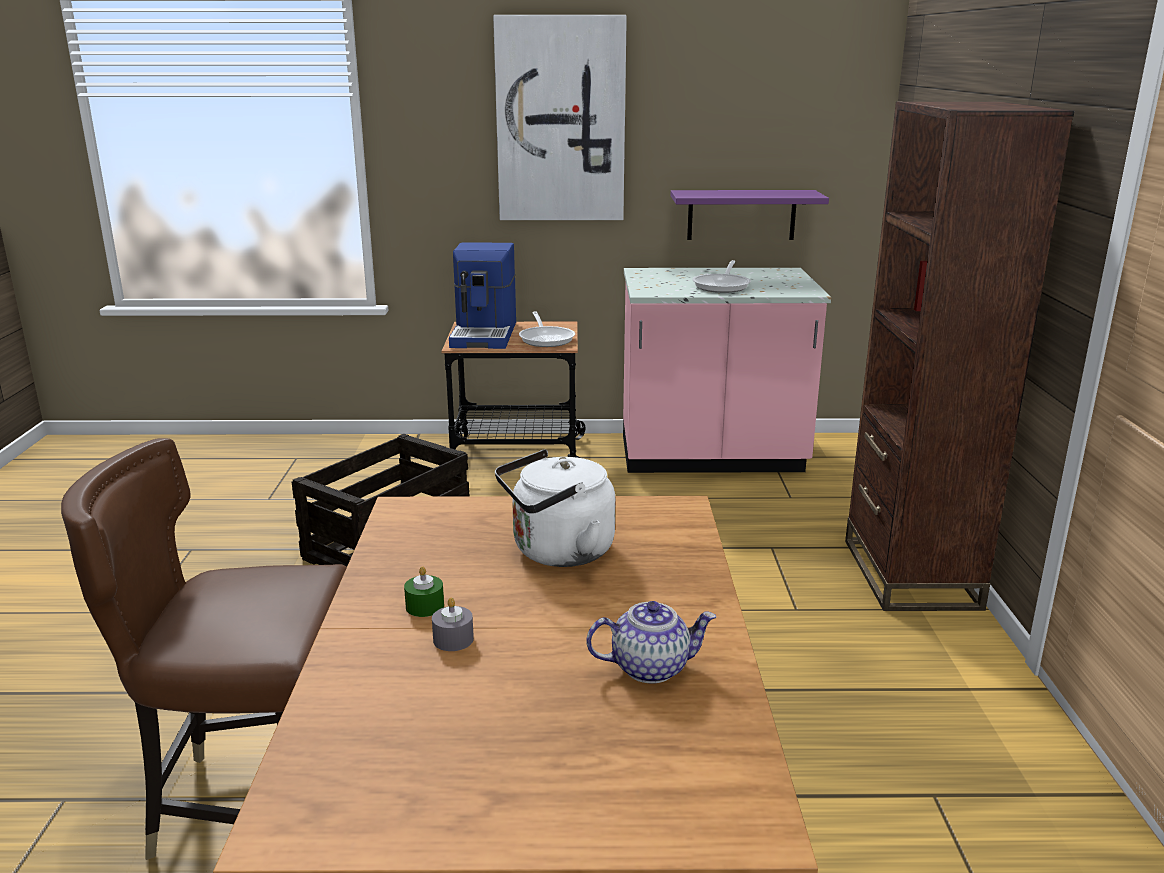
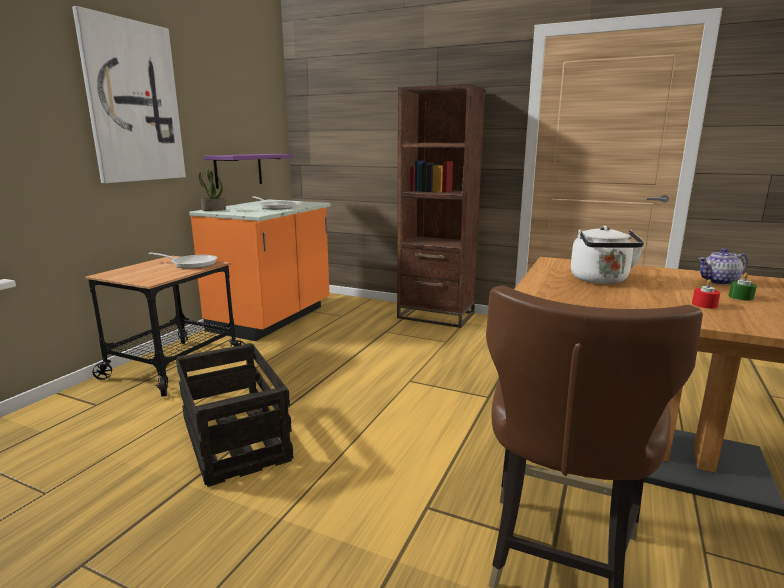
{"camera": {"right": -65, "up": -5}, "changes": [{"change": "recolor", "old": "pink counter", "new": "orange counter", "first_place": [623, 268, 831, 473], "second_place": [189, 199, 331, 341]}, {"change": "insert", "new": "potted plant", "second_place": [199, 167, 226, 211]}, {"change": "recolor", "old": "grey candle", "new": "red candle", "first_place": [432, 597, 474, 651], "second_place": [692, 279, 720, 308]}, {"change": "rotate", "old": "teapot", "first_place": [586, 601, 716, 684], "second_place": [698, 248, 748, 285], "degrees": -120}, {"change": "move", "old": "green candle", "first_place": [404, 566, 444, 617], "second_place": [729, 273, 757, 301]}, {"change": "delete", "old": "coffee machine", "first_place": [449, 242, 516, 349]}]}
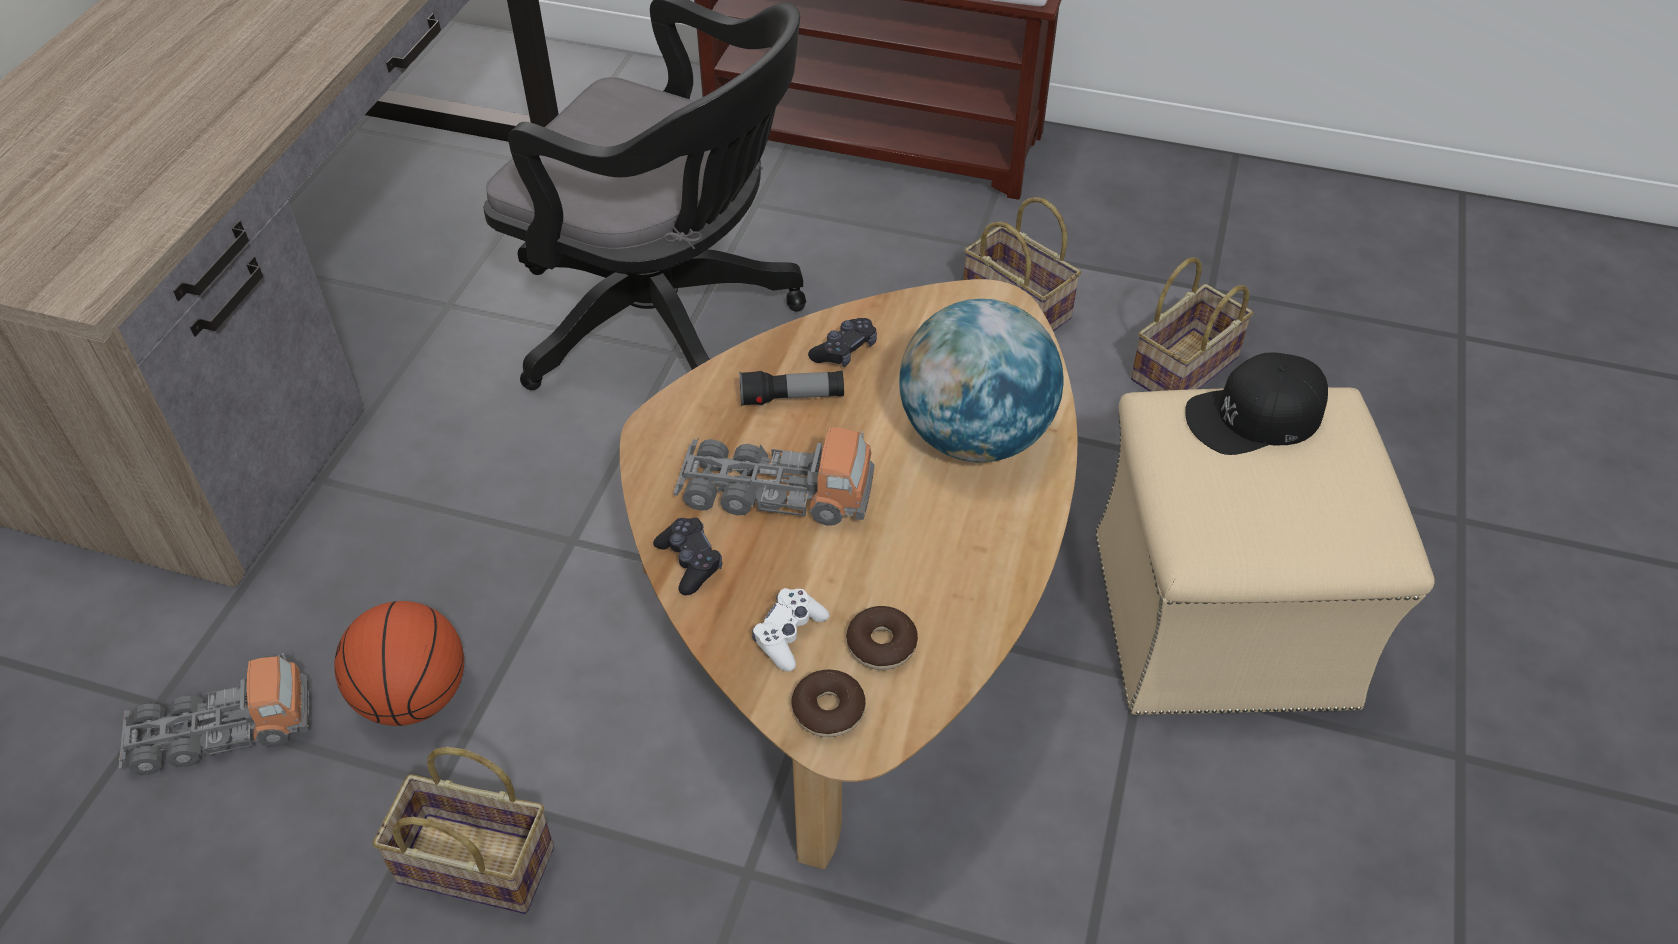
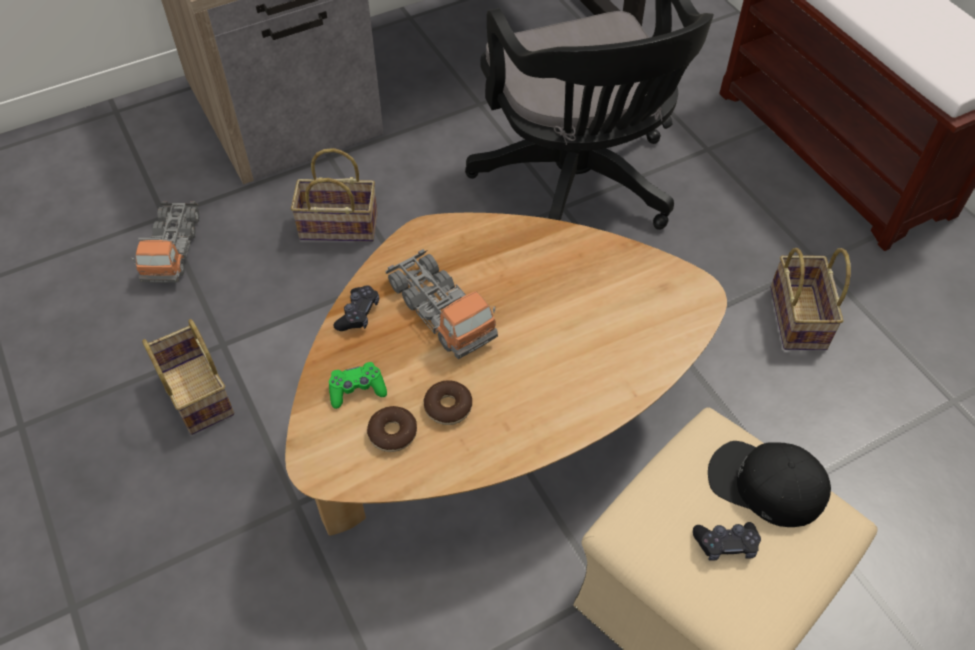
{"camera": {"right": 45, "up": 5}, "changes": [{"change": "rotate", "old": "toy truck", "first_place": [119, 652, 309, 775], "second_place": [132, 201, 199, 283], "degrees": 60}, {"change": "move", "old": "basket", "first_place": [1131, 257, 1253, 392], "second_place": [291, 148, 378, 242]}, {"change": "recolor", "old": "white game controller", "new": "green game controller", "first_place": [752, 588, 830, 672], "second_place": [329, 362, 387, 409]}, {"change": "move", "old": "donut", "first_place": [791, 670, 866, 737], "second_place": [423, 380, 472, 425]}, {"change": "move", "old": "black game controller", "first_place": [808, 318, 877, 367], "second_place": [693, 522, 761, 561]}, {"change": "delete", "old": "basketball", "first_place": [334, 601, 464, 726]}, {"change": "delete", "old": "flashlight", "first_place": [739, 371, 844, 406]}, {"change": "delete", "old": "globe", "first_place": [899, 299, 1064, 462]}]}
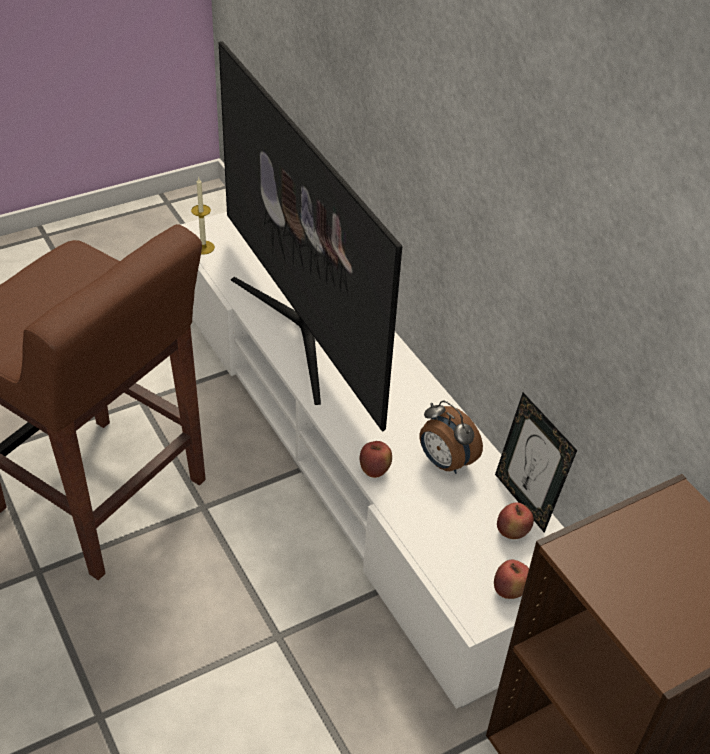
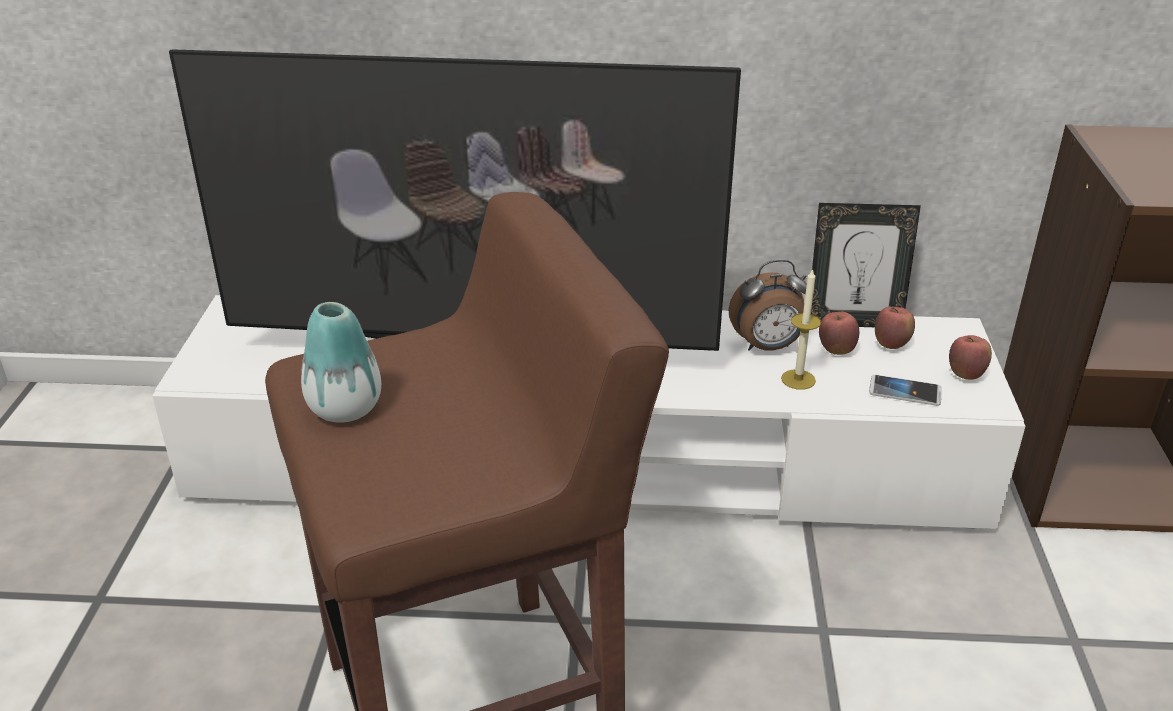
{"camera": {"right": -55, "up": -10}, "changes": [{"change": "insert", "new": "vase", "second_place": [301, 302, 381, 423]}, {"change": "move", "old": "candle", "first_place": [191, 178, 215, 255], "second_place": [781, 268, 821, 390]}, {"change": "move", "old": "apple", "first_place": [360, 441, 392, 478], "second_place": [819, 312, 859, 355]}, {"change": "insert", "new": "phone", "second_place": [869, 375, 942, 406]}]}
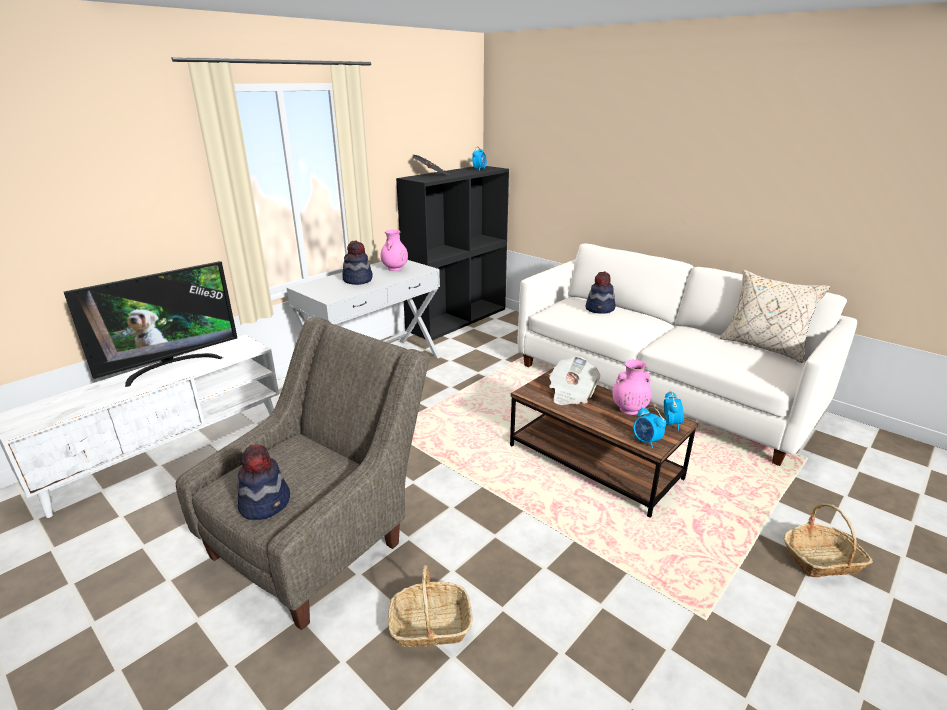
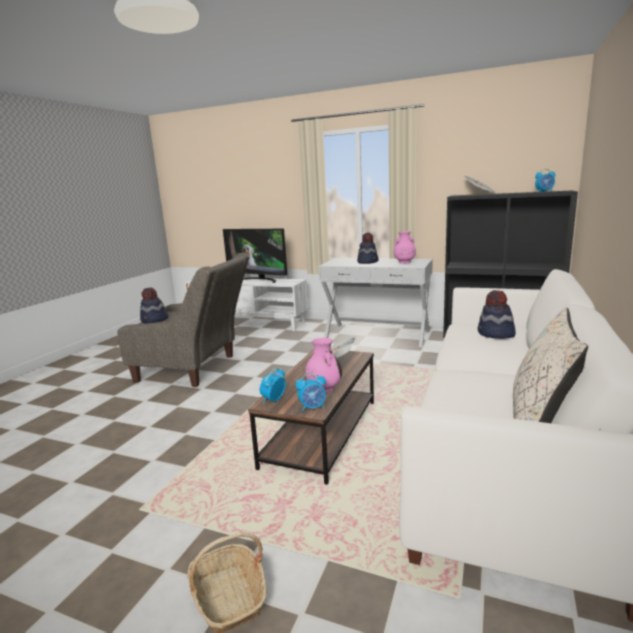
{"camera": {"right": 70, "up": -10}, "changes": [{"change": "delete", "old": "basket", "first_place": [388, 565, 473, 647]}]}
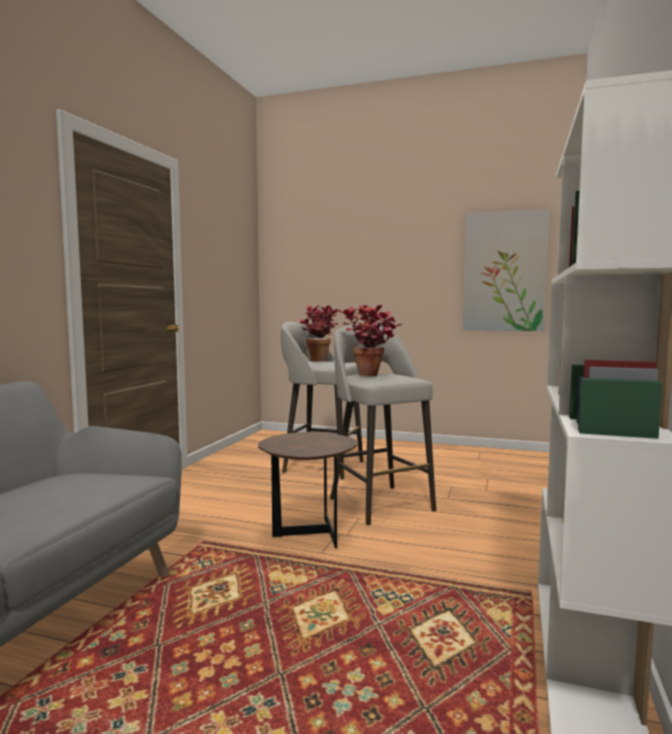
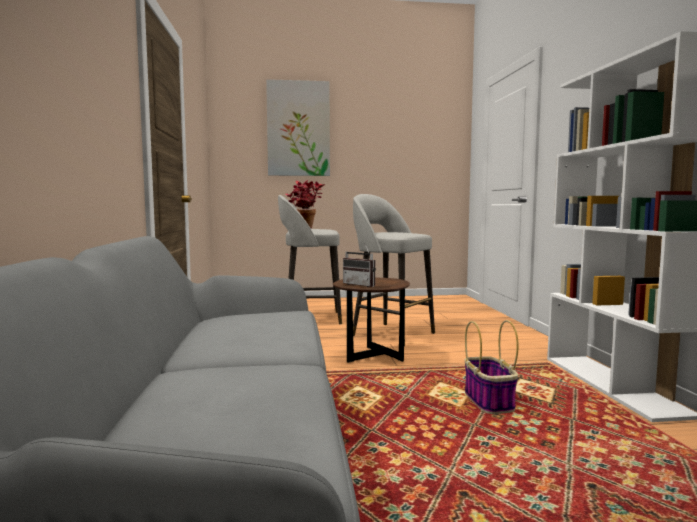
{"camera": {"right": -25, "up": 0}, "changes": [{"change": "move", "old": "picture", "first_place": [463, 209, 550, 331], "second_place": [266, 79, 330, 176]}, {"change": "insert", "new": "radio", "second_place": [343, 243, 376, 287]}, {"change": "insert", "new": "basket", "second_place": [465, 320, 519, 414]}, {"change": "delete", "old": "potted plant", "first_place": [339, 305, 402, 376]}]}
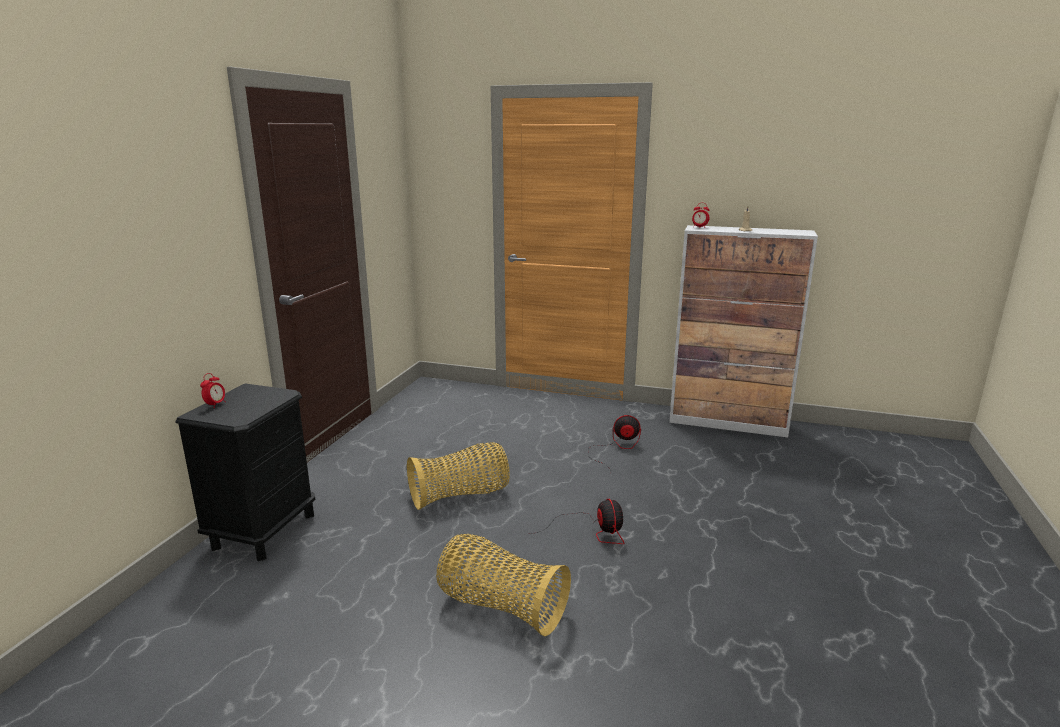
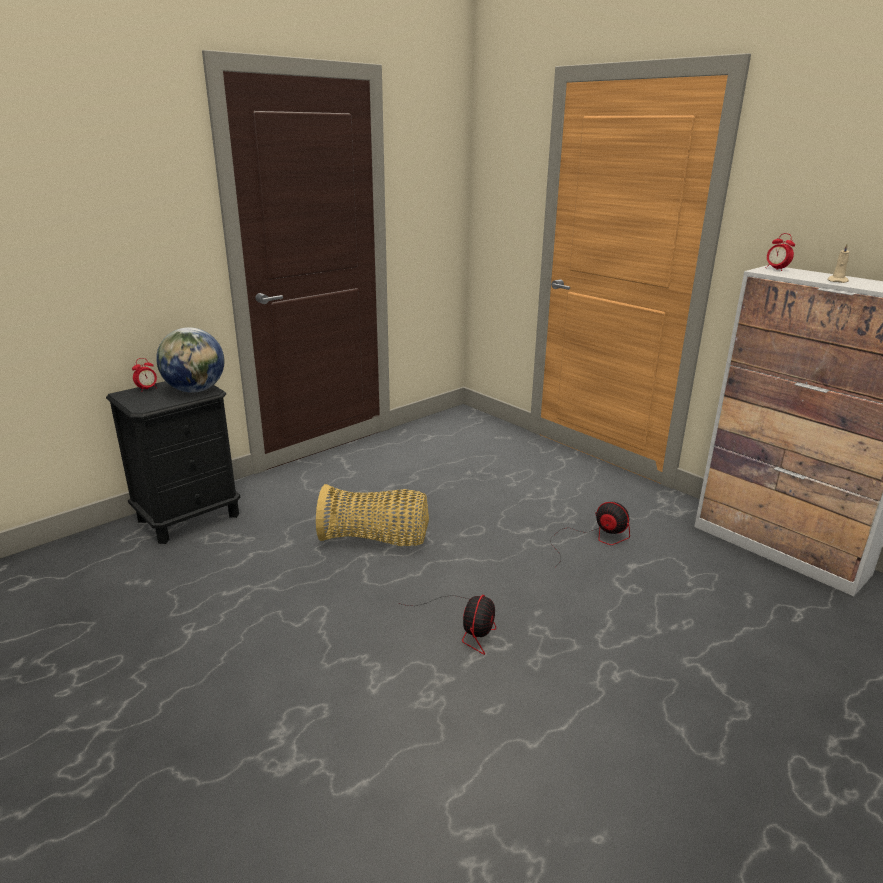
{"camera": {"right": 30, "up": 5}, "changes": [{"change": "insert", "new": "globe", "second_place": [156, 327, 225, 393]}, {"change": "delete", "old": "basket", "first_place": [436, 534, 571, 636]}]}
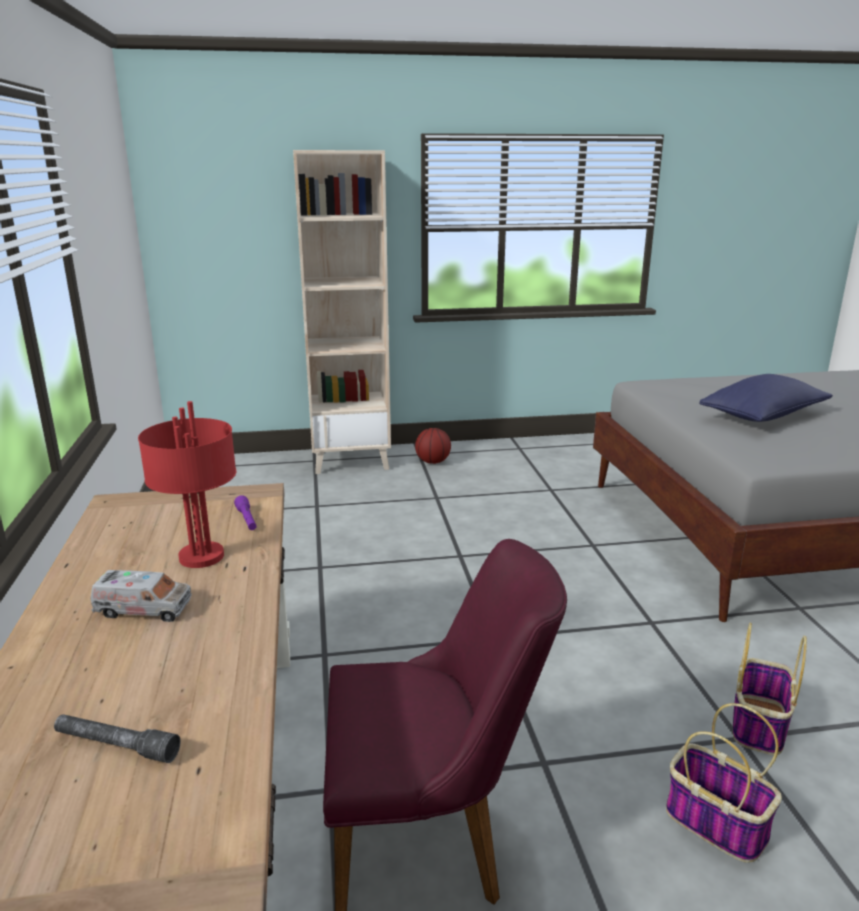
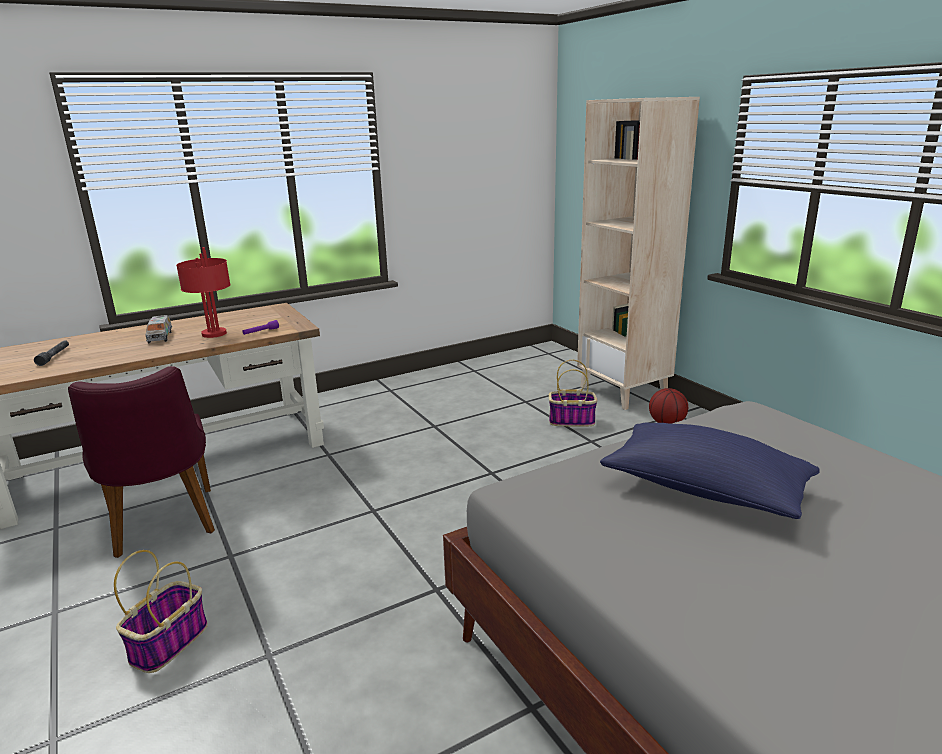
{"camera": {"right": 70, "up": 0}, "changes": [{"change": "move", "old": "basket", "first_place": [733, 622, 807, 755], "second_place": [549, 360, 597, 426]}]}
